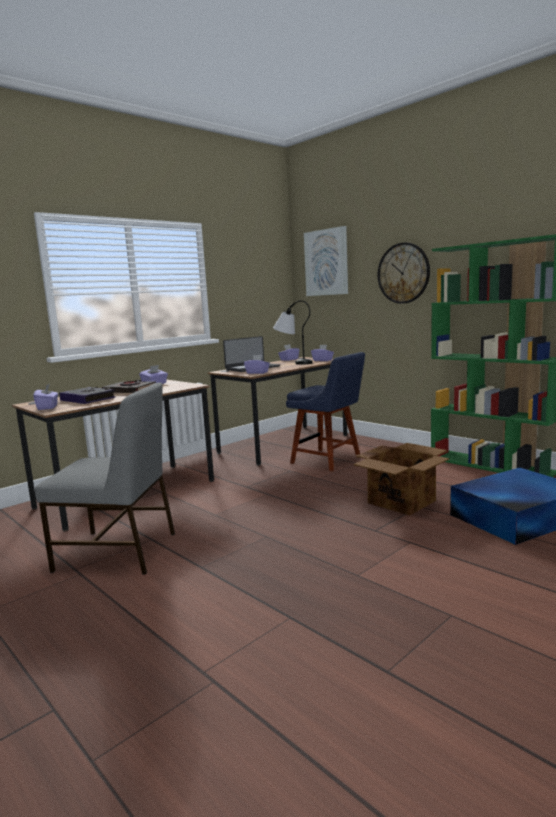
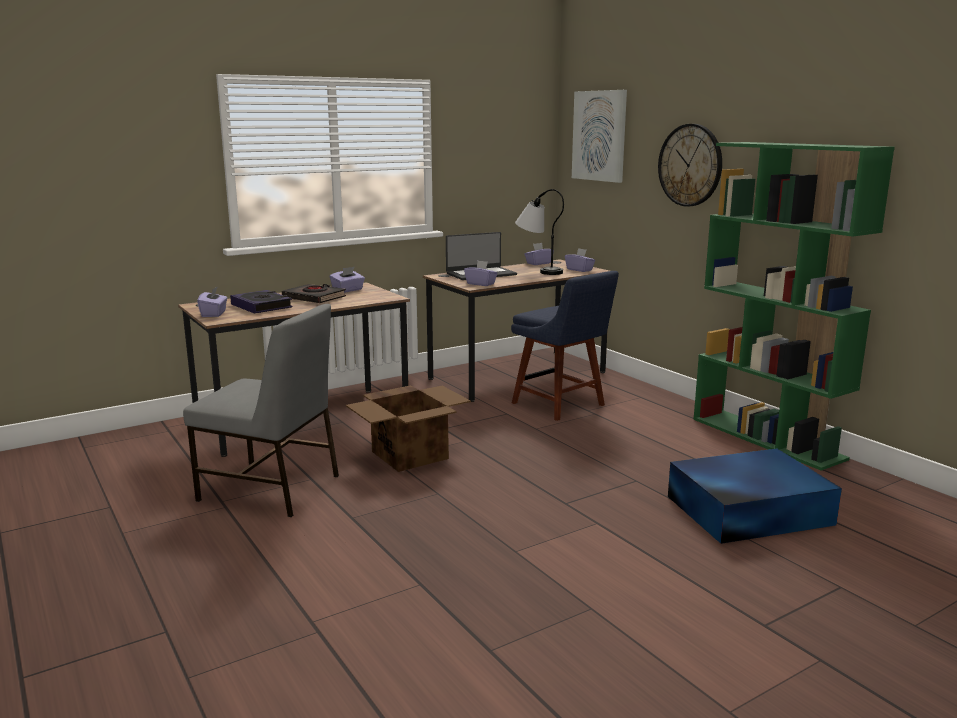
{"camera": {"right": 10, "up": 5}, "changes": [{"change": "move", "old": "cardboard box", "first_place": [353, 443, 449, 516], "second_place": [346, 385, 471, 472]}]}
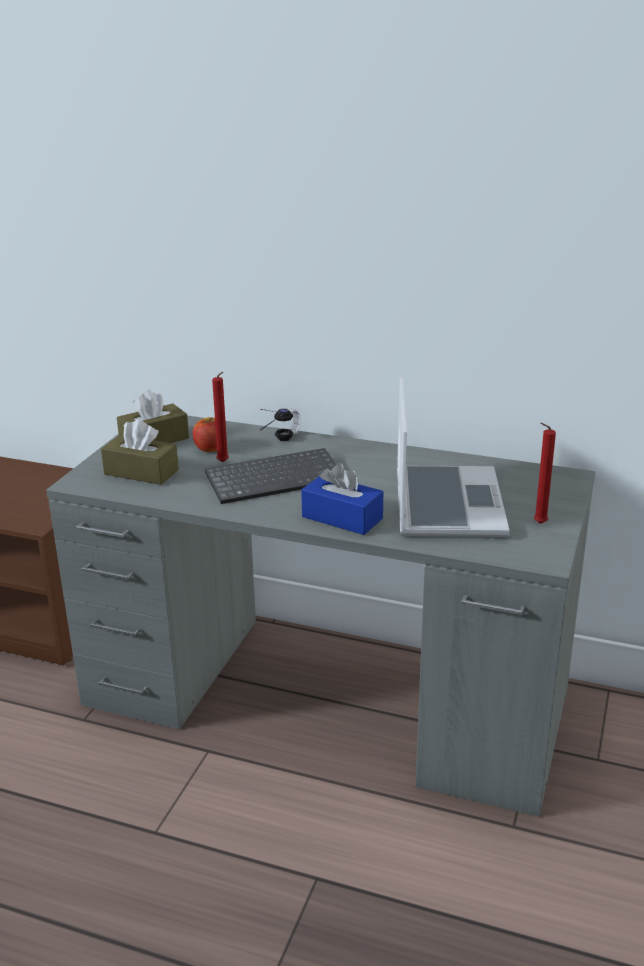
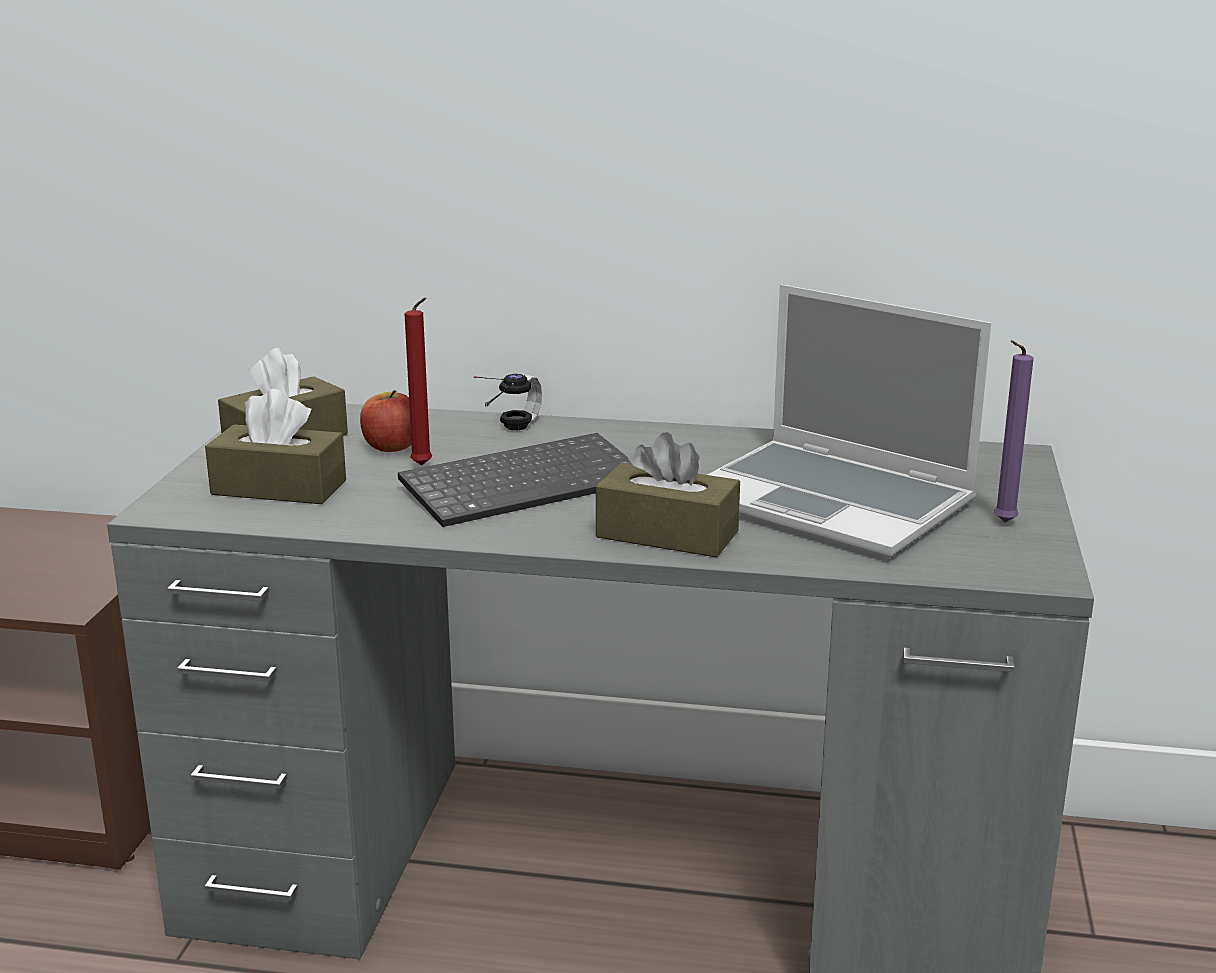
{"camera": {"right": -10, "up": -5}, "changes": [{"change": "recolor", "old": "blue tissue box", "new": "brown tissue box", "first_place": [301, 463, 383, 535], "second_place": [596, 432, 740, 557]}, {"change": "rotate", "old": "laptop", "first_place": [397, 377, 510, 537], "second_place": [707, 284, 991, 560], "degrees": 135}, {"change": "recolor", "old": "red candle", "new": "purple candle", "first_place": [534, 423, 556, 524], "second_place": [994, 340, 1034, 523]}]}
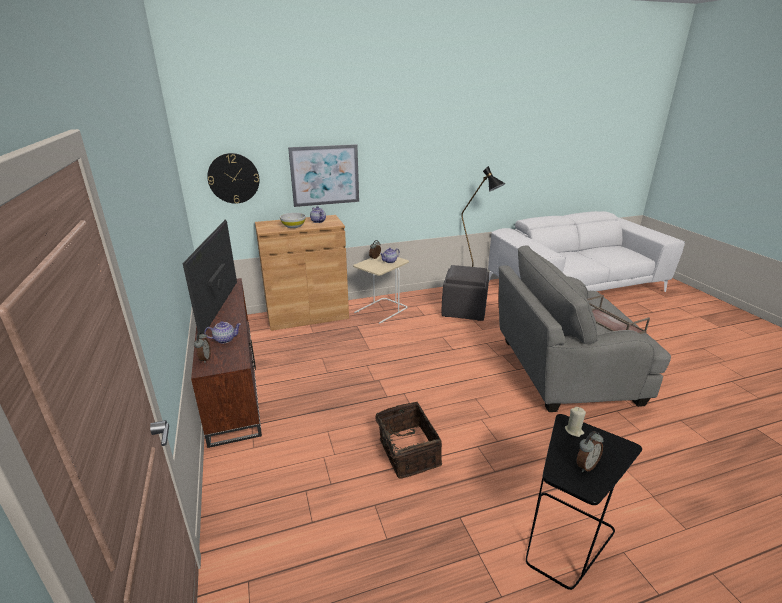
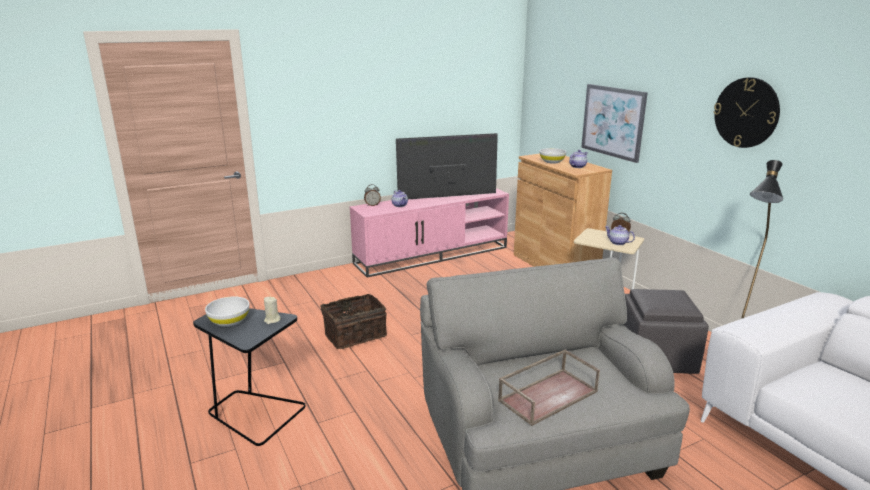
{"camera": {"right": 80, "up": -5}, "changes": [{"change": "replace", "old": "alarm clock", "new": "white bowl", "first_place": [577, 431, 603, 472], "second_place": [205, 296, 249, 327]}, {"change": "recolor", "old": "brown tv stand", "new": "pink tv stand", "first_place": [191, 278, 262, 448], "second_place": [350, 188, 509, 277]}, {"change": "move", "old": "wall clock", "first_place": [207, 153, 259, 204], "second_place": [714, 77, 780, 148]}]}
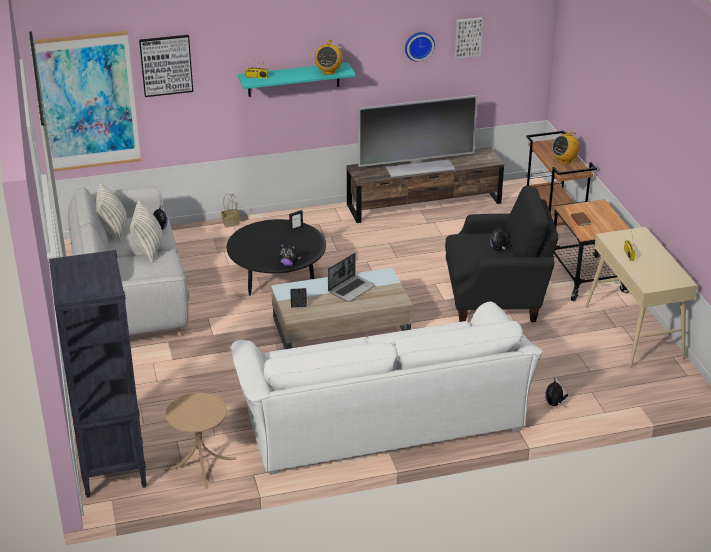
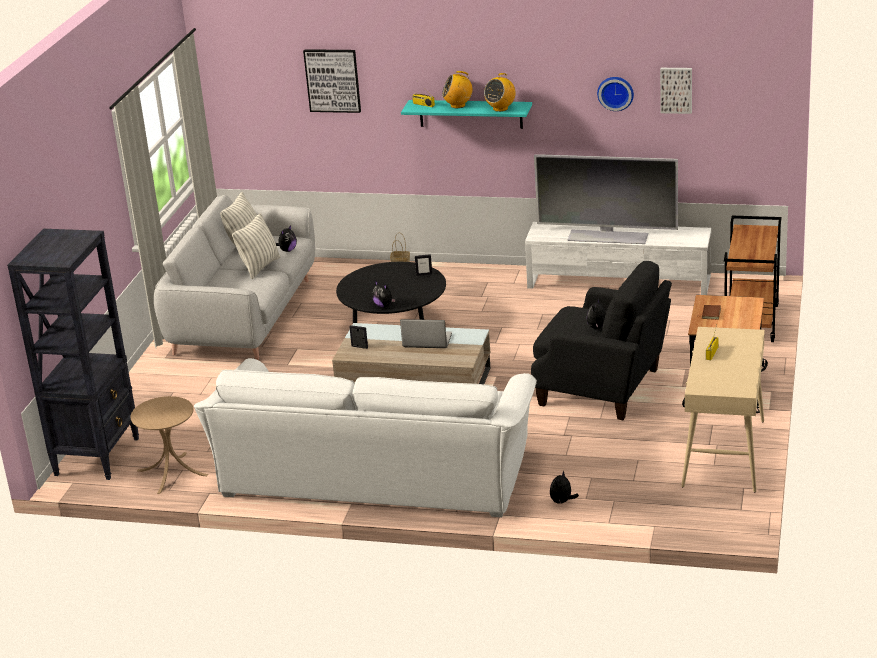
{"camera": {"right": 30, "up": -5}, "changes": [{"change": "rotate", "old": "laptop", "first_place": [328, 253, 375, 302], "second_place": [400, 319, 452, 348], "degrees": -150}, {"change": "move", "old": "radio", "first_place": [552, 131, 580, 164], "second_place": [442, 71, 473, 108]}, {"change": "recolor", "old": "brown tv stand", "new": "white tv stand", "first_place": [347, 147, 504, 223], "second_place": [525, 222, 711, 295]}, {"change": "delete", "old": "picture", "first_place": [34, 31, 141, 172]}]}
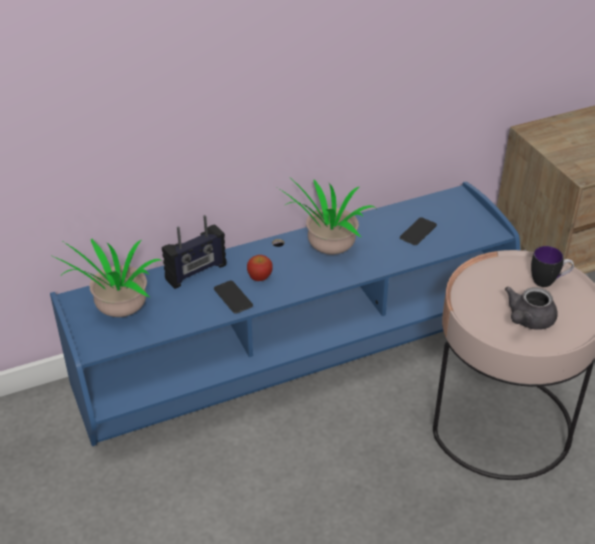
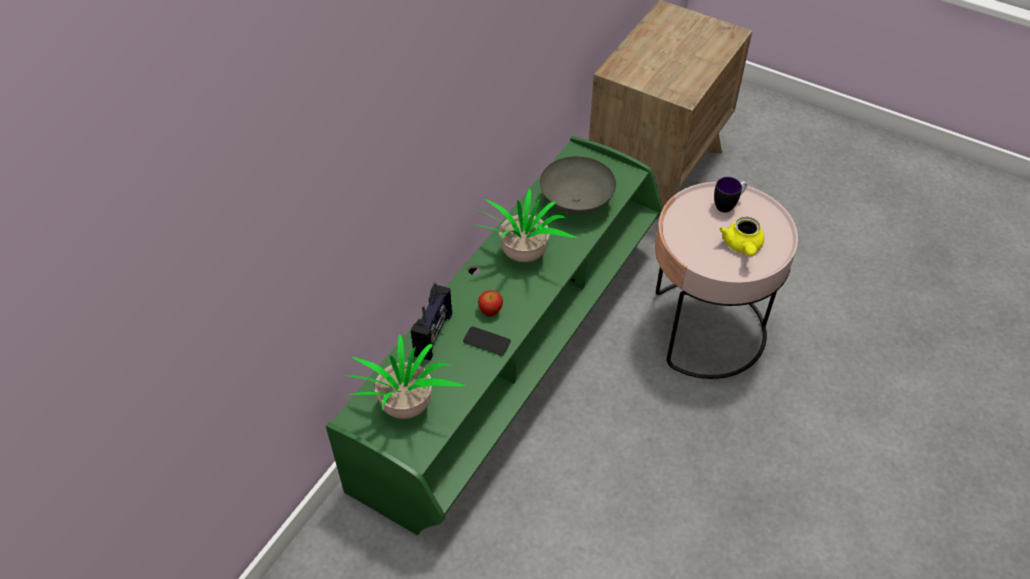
{"camera": {"right": -35, "up": 10}, "changes": [{"change": "recolor", "old": "blue tv stand", "new": "green tv stand", "first_place": [50, 181, 520, 446], "second_place": [326, 136, 662, 535]}, {"change": "replace", "old": "phone", "new": "grey bowl", "first_place": [400, 217, 437, 245], "second_place": [540, 156, 616, 214]}, {"change": "recolor", "old": "grey teapot", "new": "yellow teapot", "first_place": [505, 287, 558, 330], "second_place": [719, 217, 764, 256]}]}
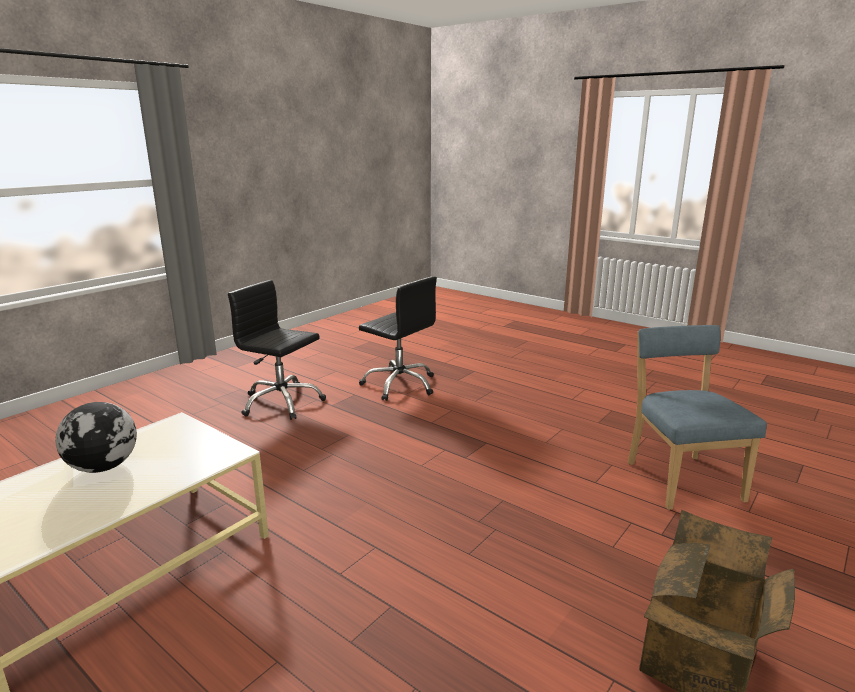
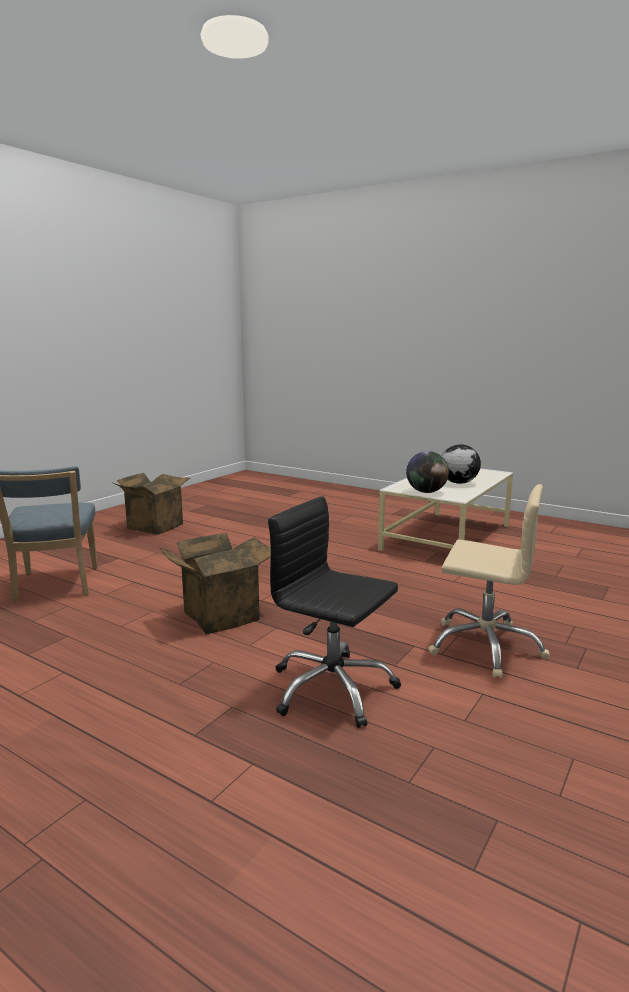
{"camera": {"right": 175, "up": -5}, "changes": [{"change": "insert", "new": "cardboard box", "second_place": [160, 533, 271, 634]}, {"change": "insert", "new": "globe", "second_place": [406, 451, 449, 493]}, {"change": "recolor", "old": "black office chair", "new": "beige office chair", "first_place": [228, 280, 326, 420], "second_place": [428, 484, 550, 678]}]}
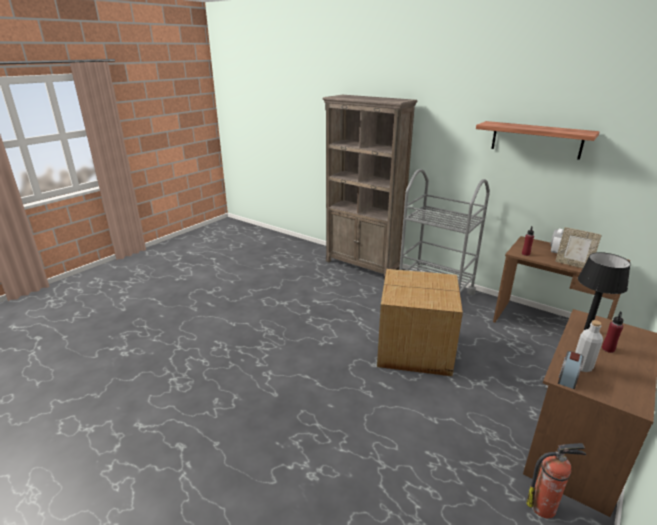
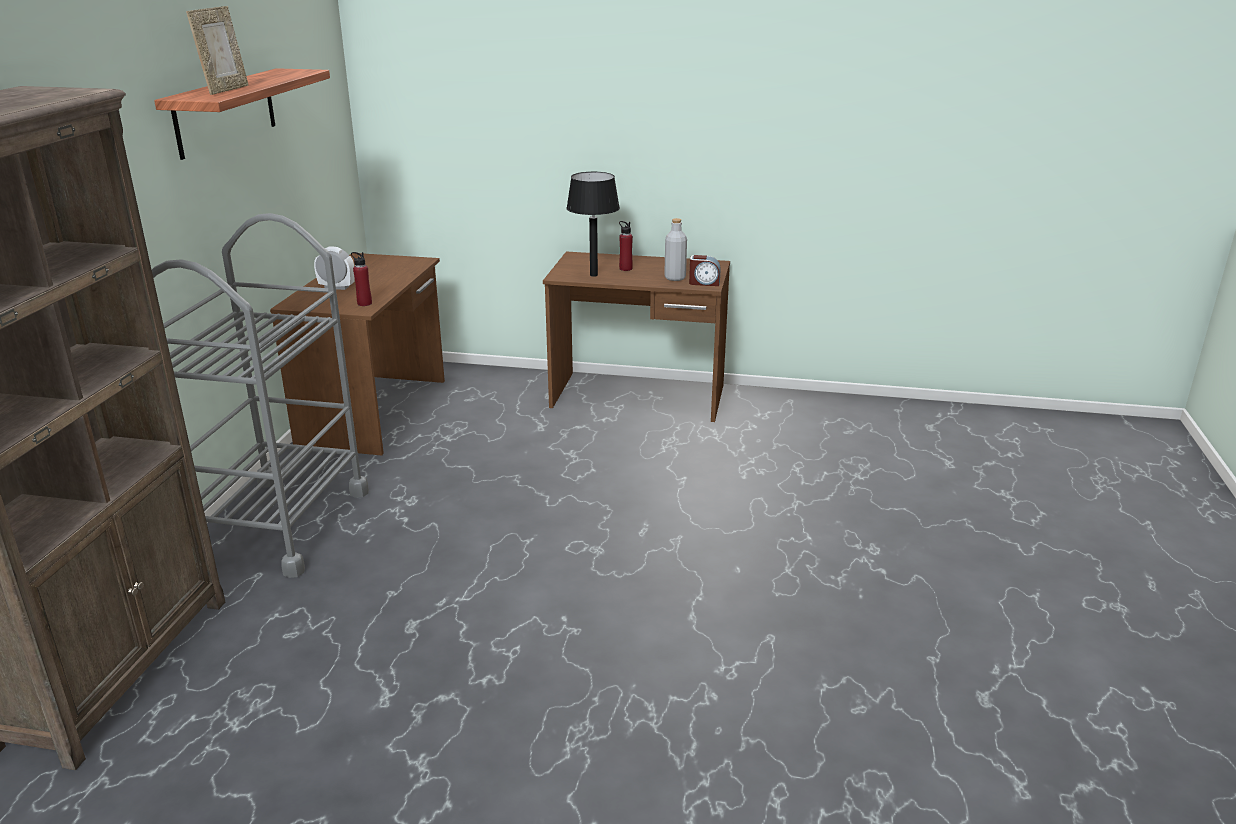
{"camera": {"right": -115, "up": 0}, "changes": [{"change": "move", "old": "picture frame", "first_place": [555, 227, 602, 268], "second_place": [186, 6, 249, 95]}, {"change": "delete", "old": "cardboard box", "first_place": [377, 269, 463, 376]}, {"change": "delete", "old": "fire extinguisher", "first_place": [526, 443, 586, 518]}]}
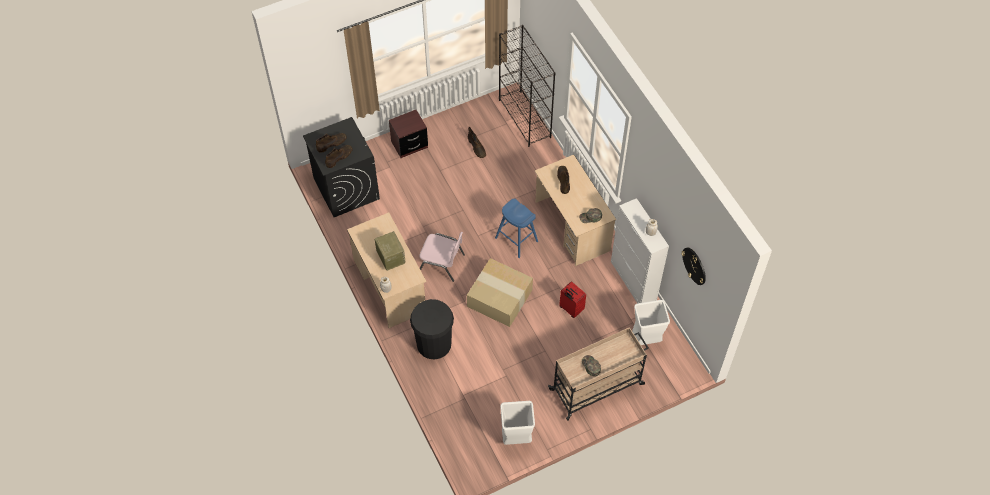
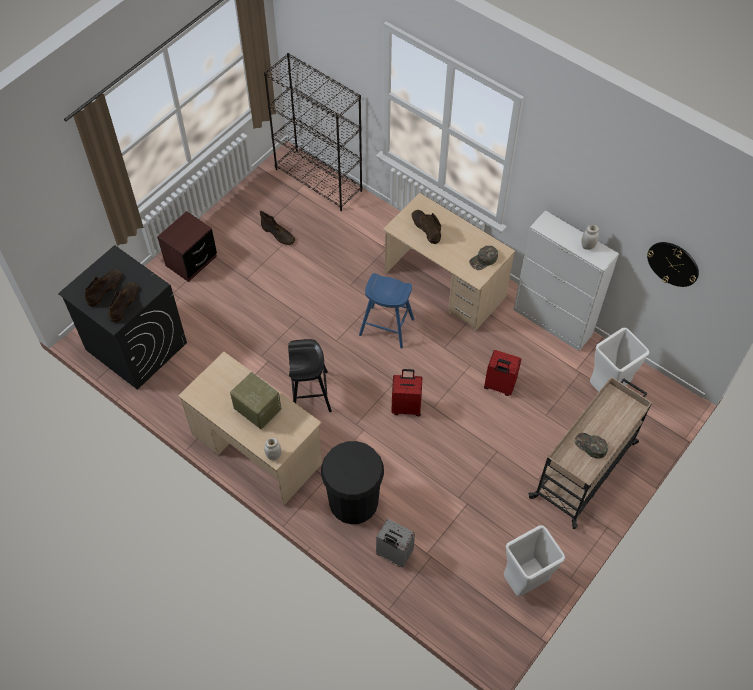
{"camera": {"right": -25, "up": 0}, "changes": [{"change": "replace", "old": "pink chair", "new": "black stool", "first_place": [419, 232, 465, 282], "second_place": [288, 339, 332, 412]}, {"change": "insert", "new": "grey suitcase", "second_place": [376, 519, 415, 567]}, {"change": "replace", "old": "cardboard box", "new": "red suitcase", "first_place": [467, 258, 533, 327], "second_place": [391, 369, 422, 416]}]}
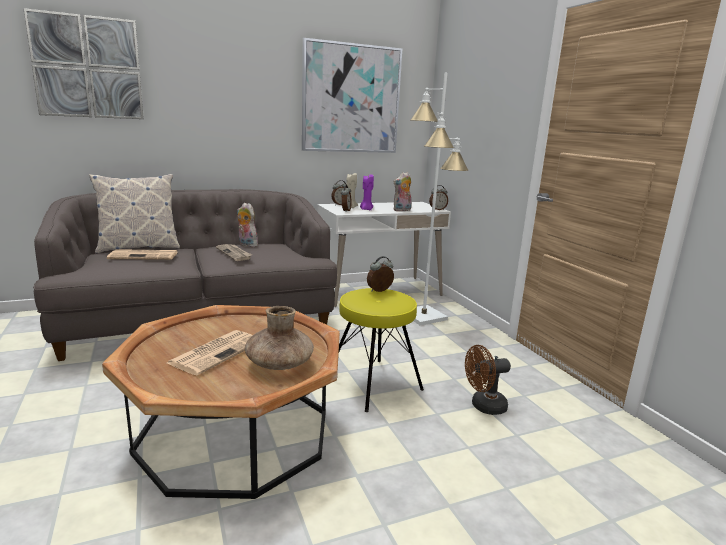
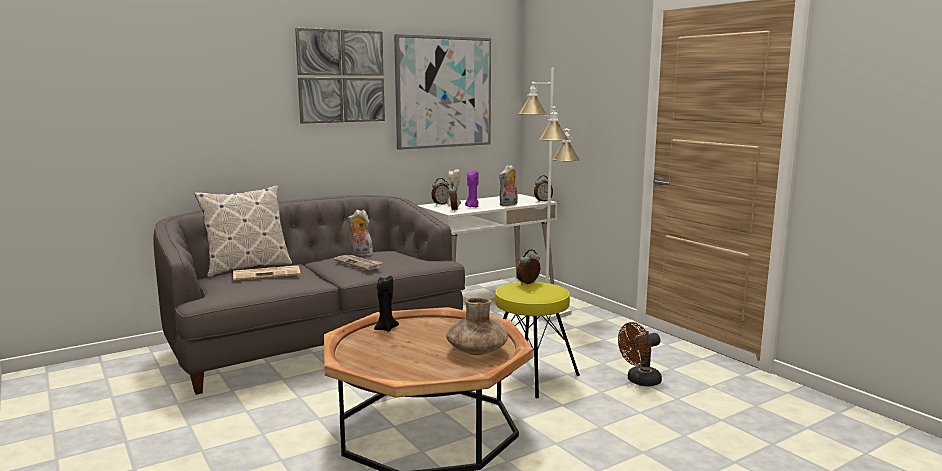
{"camera": {"right": -10, "up": -5}, "changes": [{"change": "move", "old": "picture", "first_place": [23, 8, 144, 119], "second_place": [295, 28, 385, 124]}, {"change": "insert", "new": "black candle", "second_place": [374, 275, 399, 332]}, {"change": "delete", "old": "newspaper", "first_place": [167, 330, 253, 375]}]}
